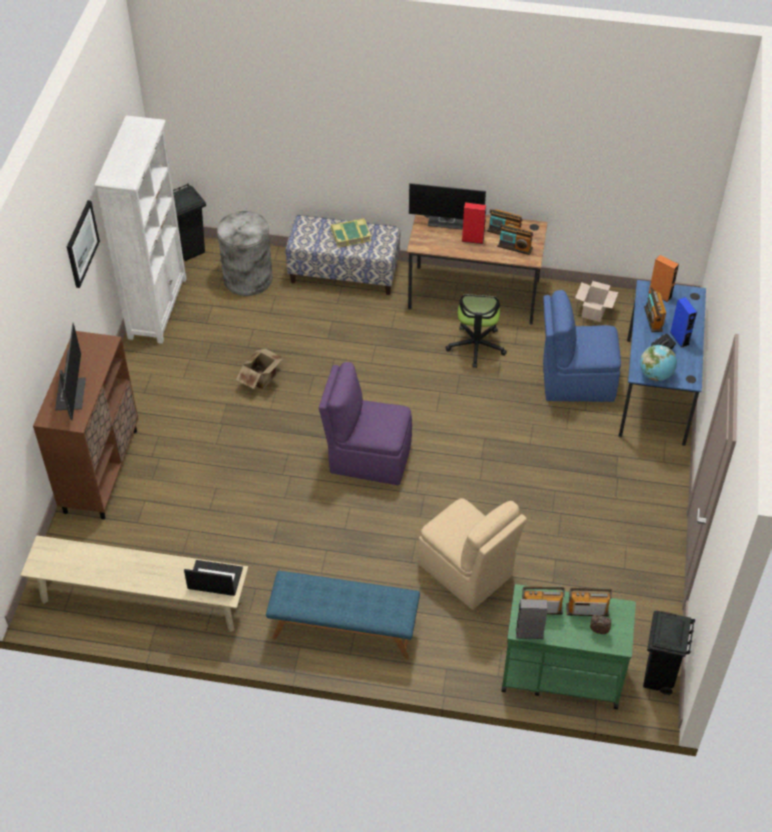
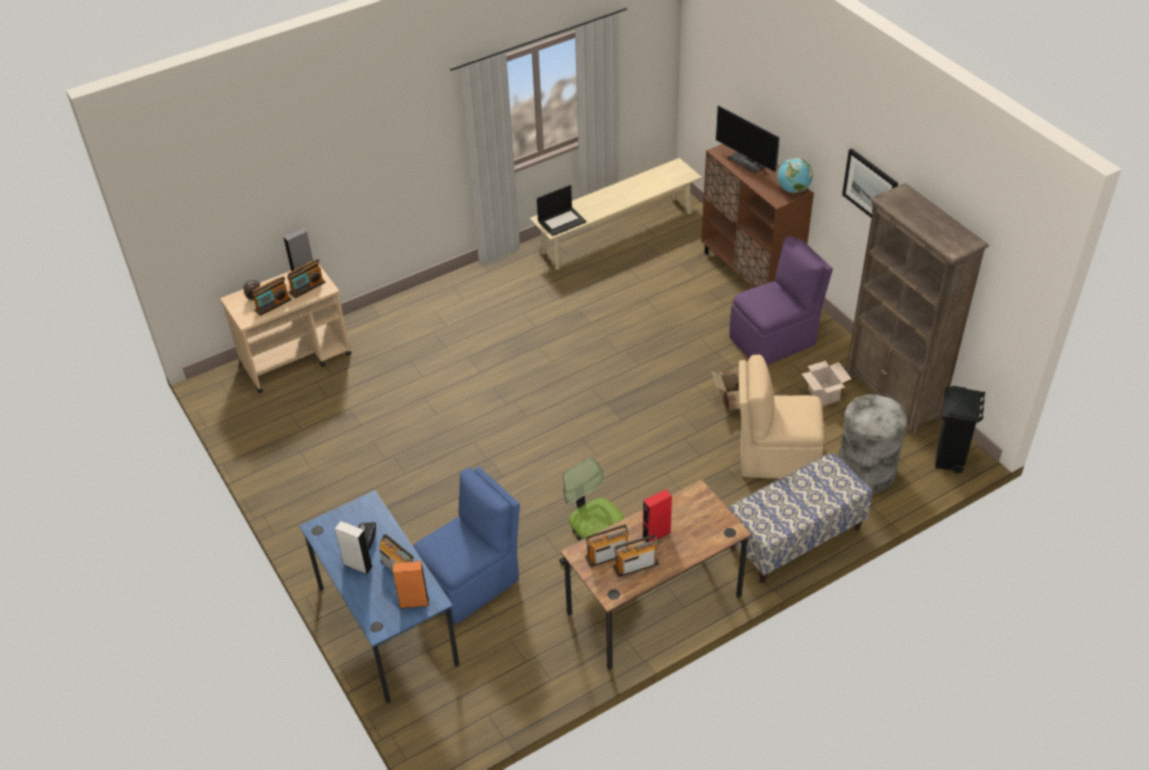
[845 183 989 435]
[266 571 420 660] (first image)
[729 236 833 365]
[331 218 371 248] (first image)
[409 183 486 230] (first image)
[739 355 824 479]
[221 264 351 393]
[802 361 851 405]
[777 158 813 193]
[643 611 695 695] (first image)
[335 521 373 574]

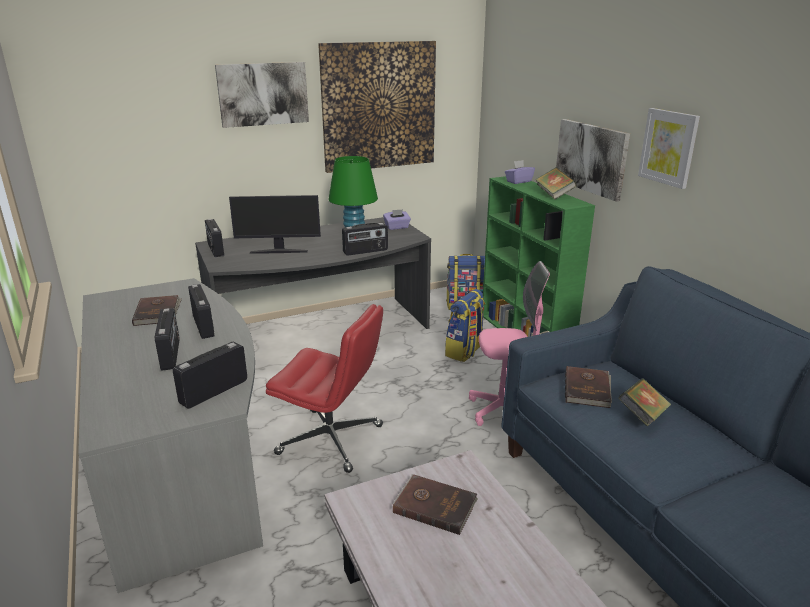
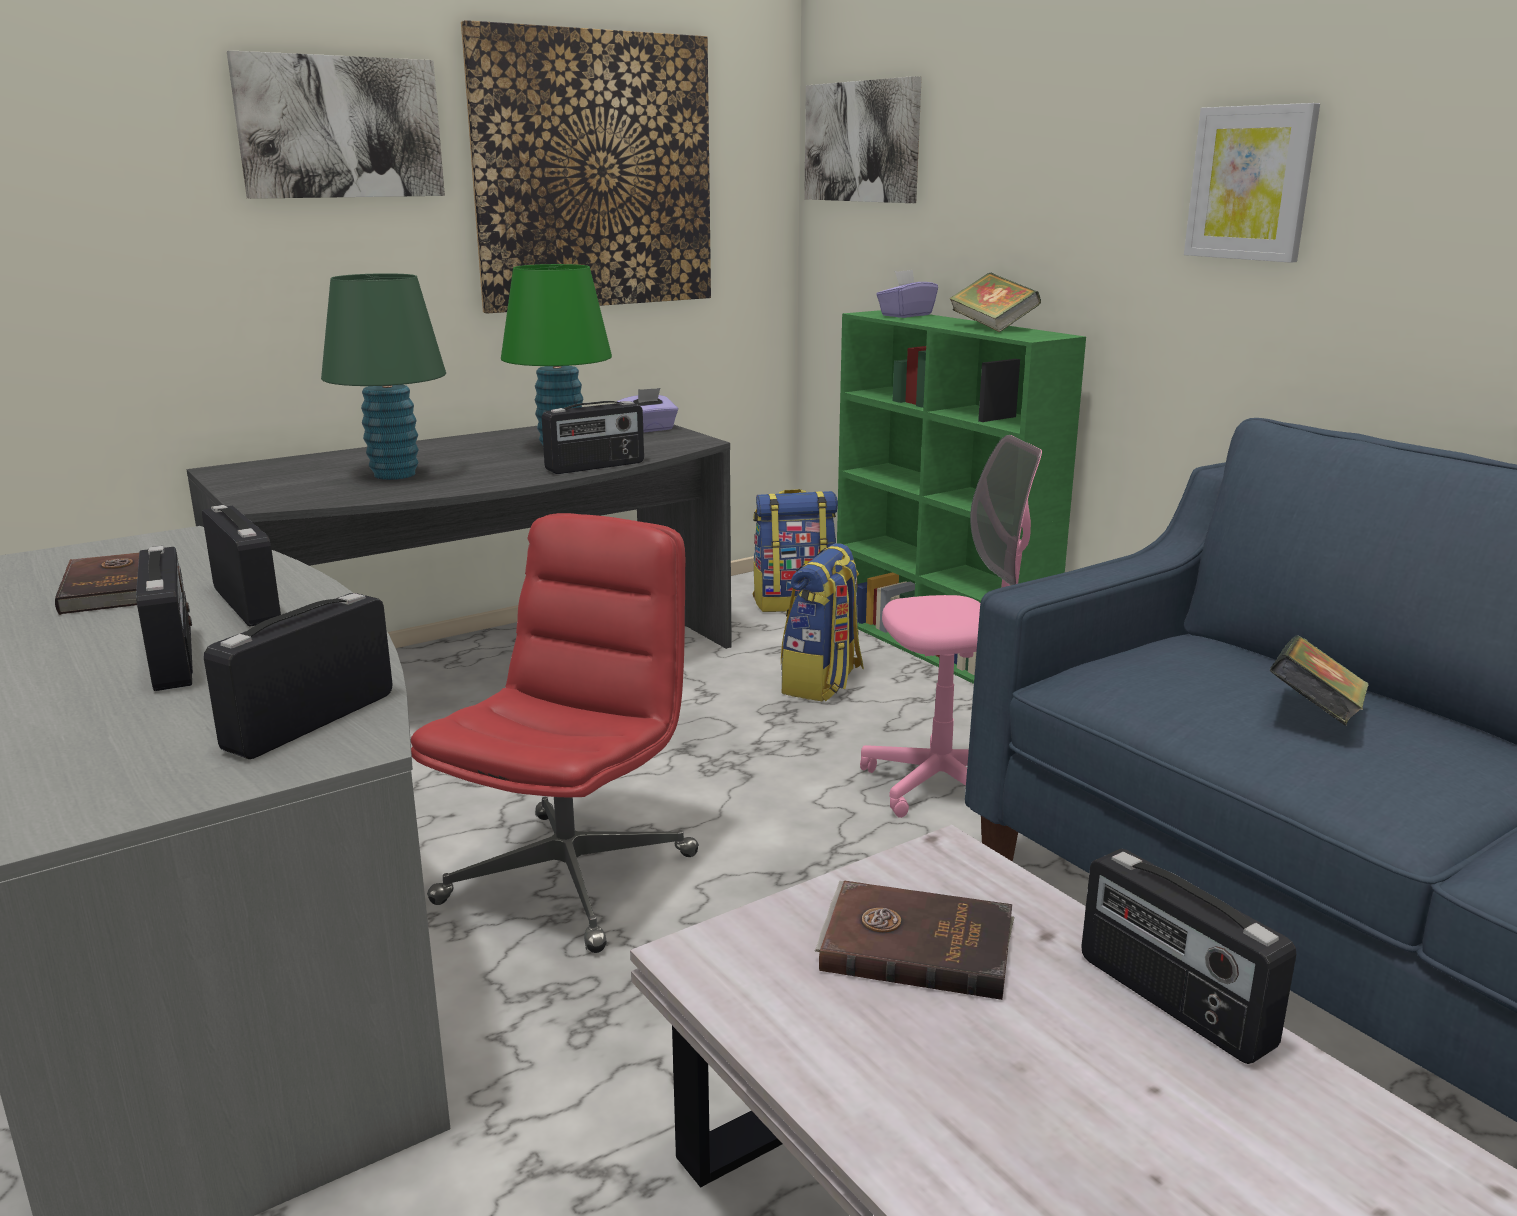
[1081 848 1296 1064]
[321 273 446 480]
[411 513 699 953]
[804 76 922 203]
[565 366 612 408] (first image)

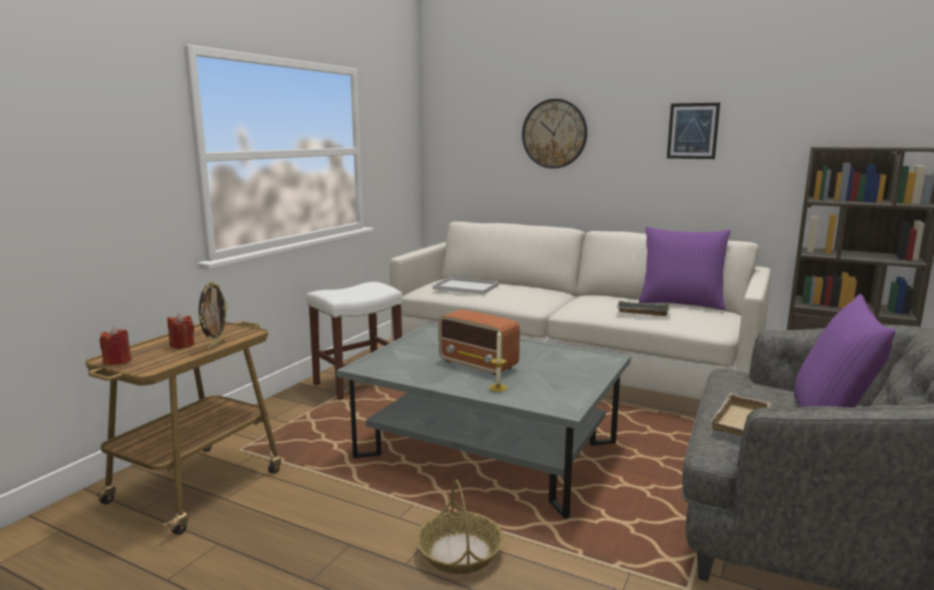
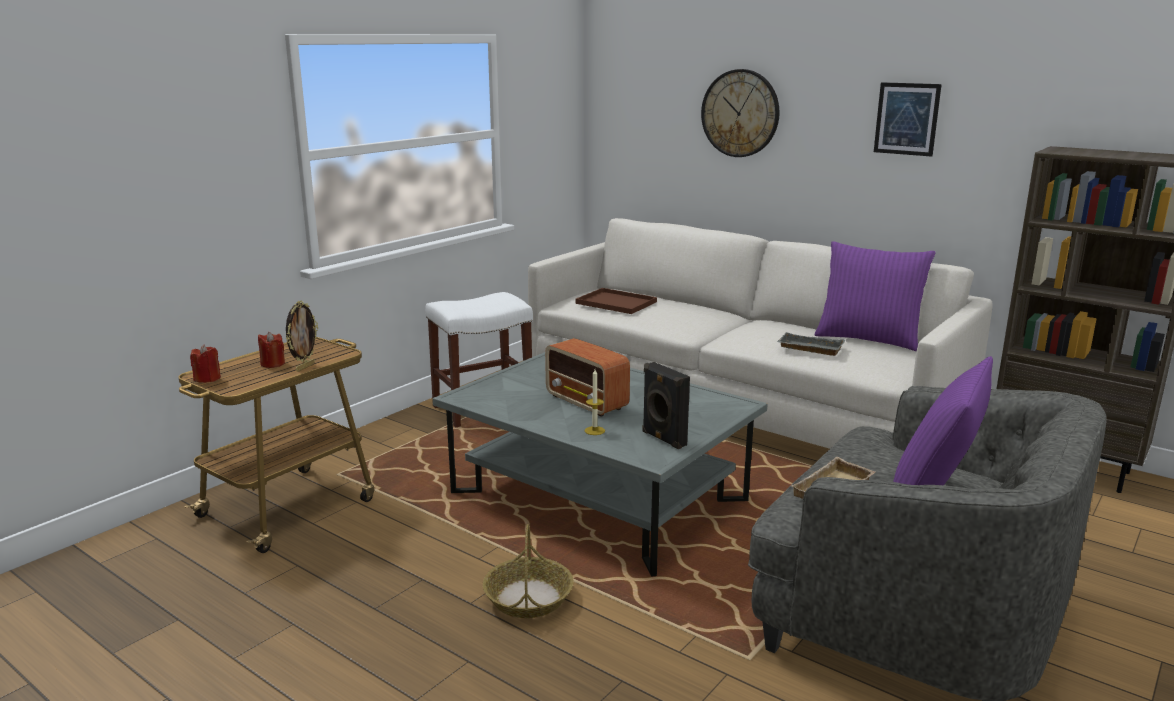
[575 288 657 314]
[642 362 690 449]

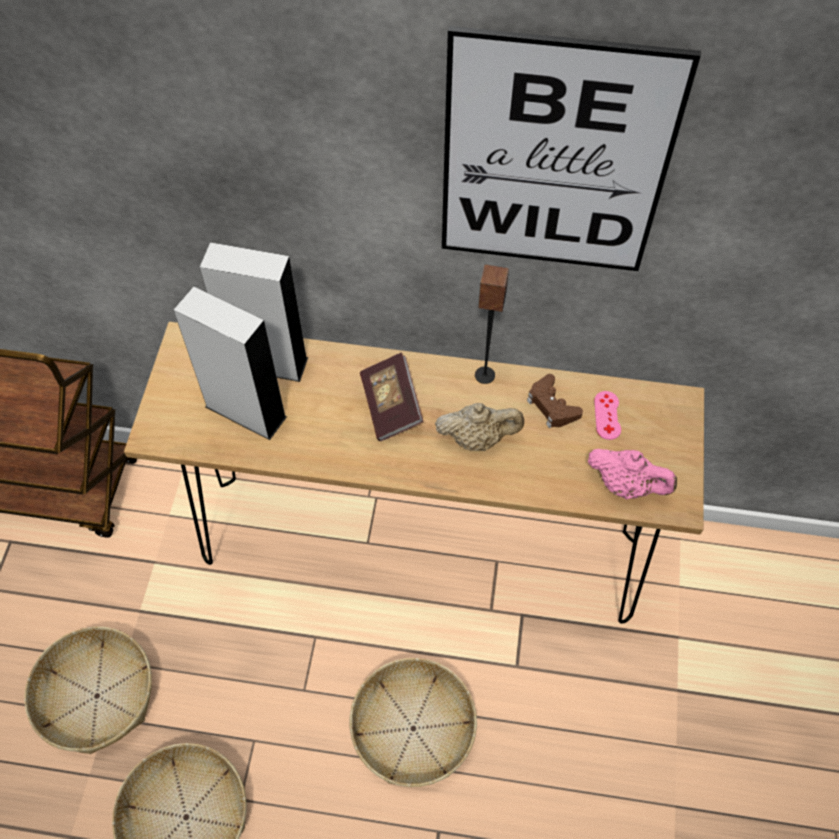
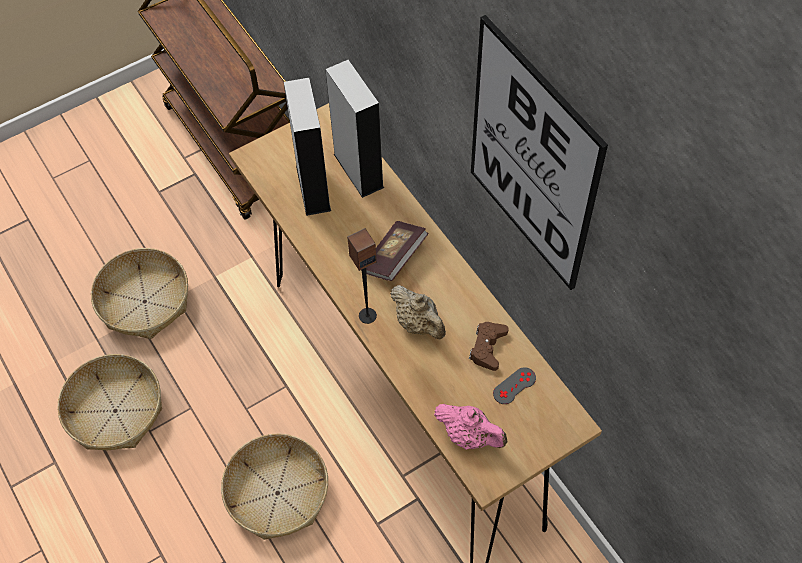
[347 228 377 324]
[434 404 507 450]
[493 367 536 404]

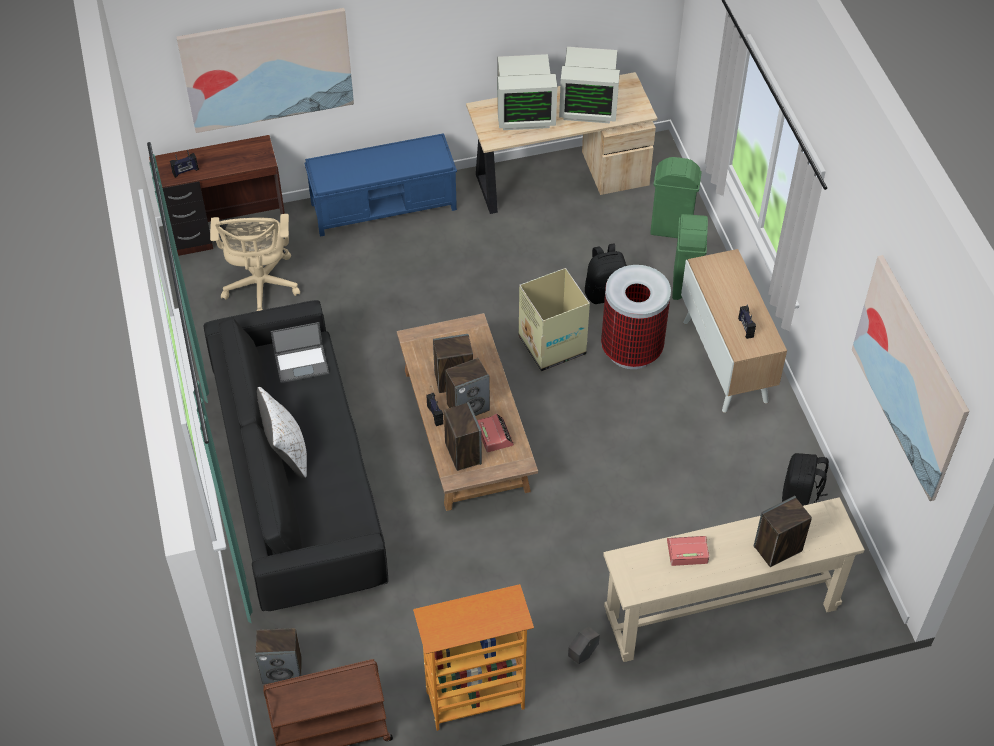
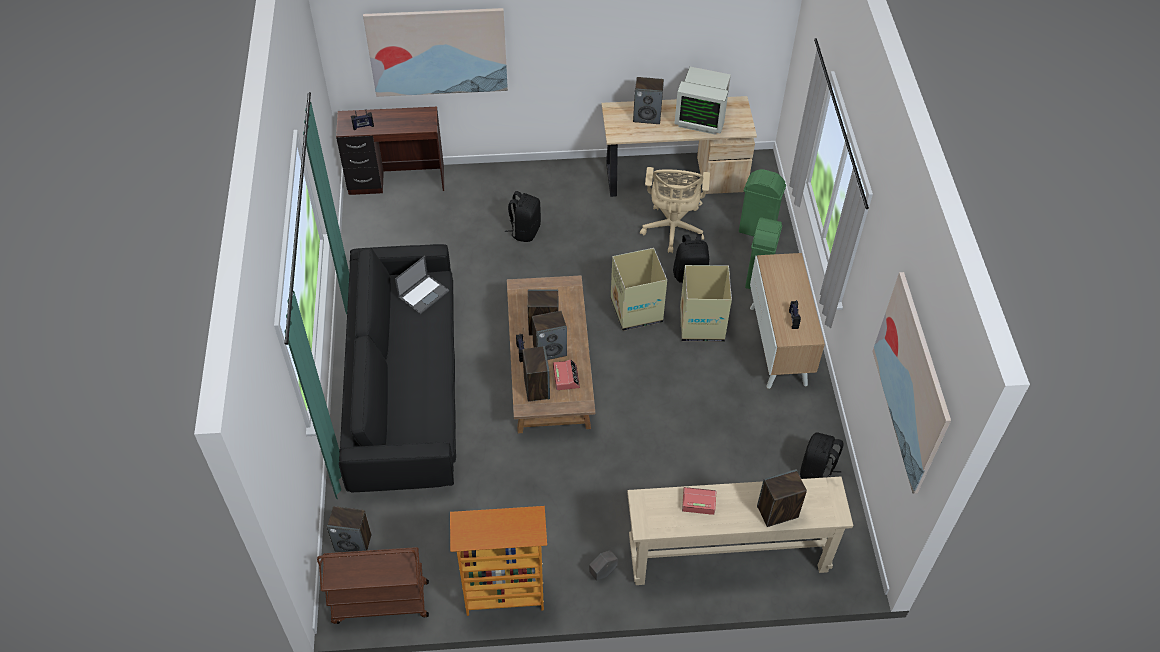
[640 167 710 253]
[257 387 307 479] (first image)
[395 256 449 314]
[304 133 457 237] (first image)
[633 77 664 124]
[680 265 732 342]
[505 191 541 242]

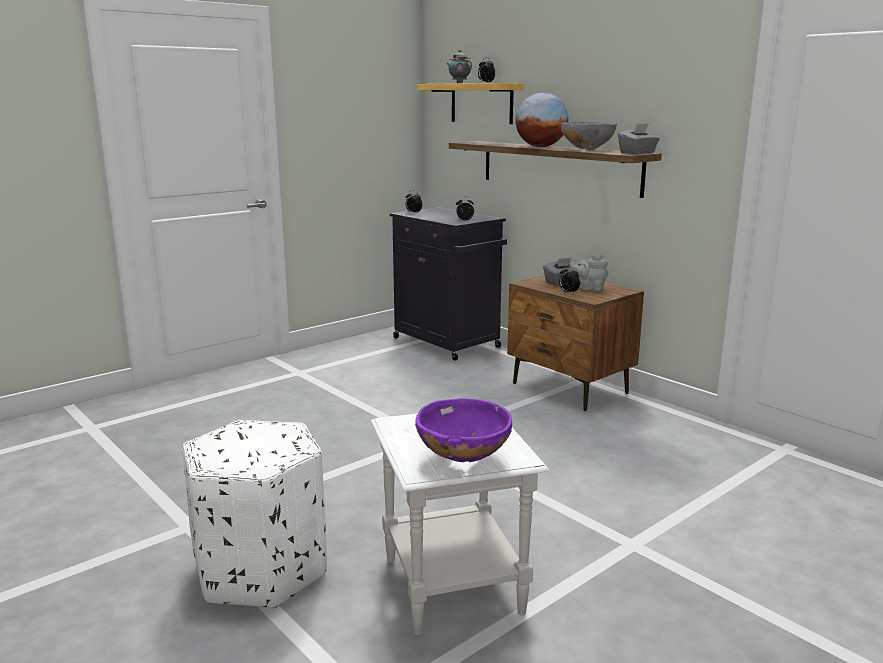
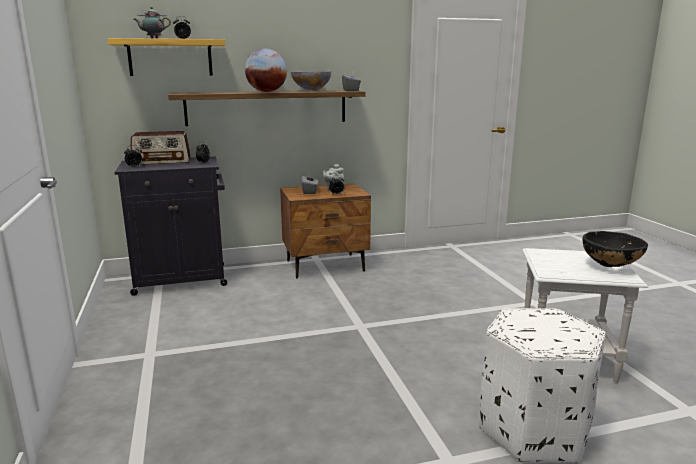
[583 231 648 267]
[131 131 191 165]

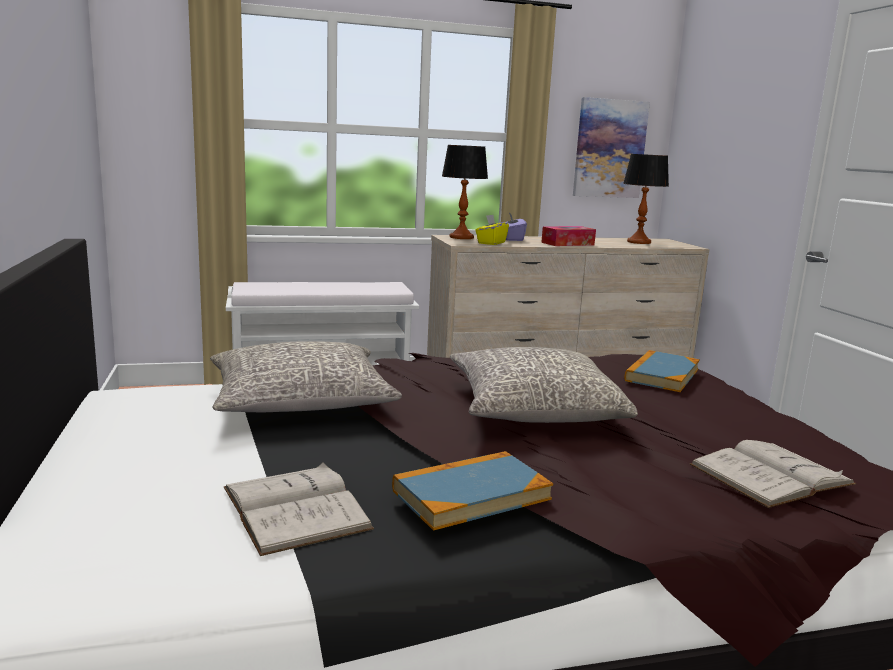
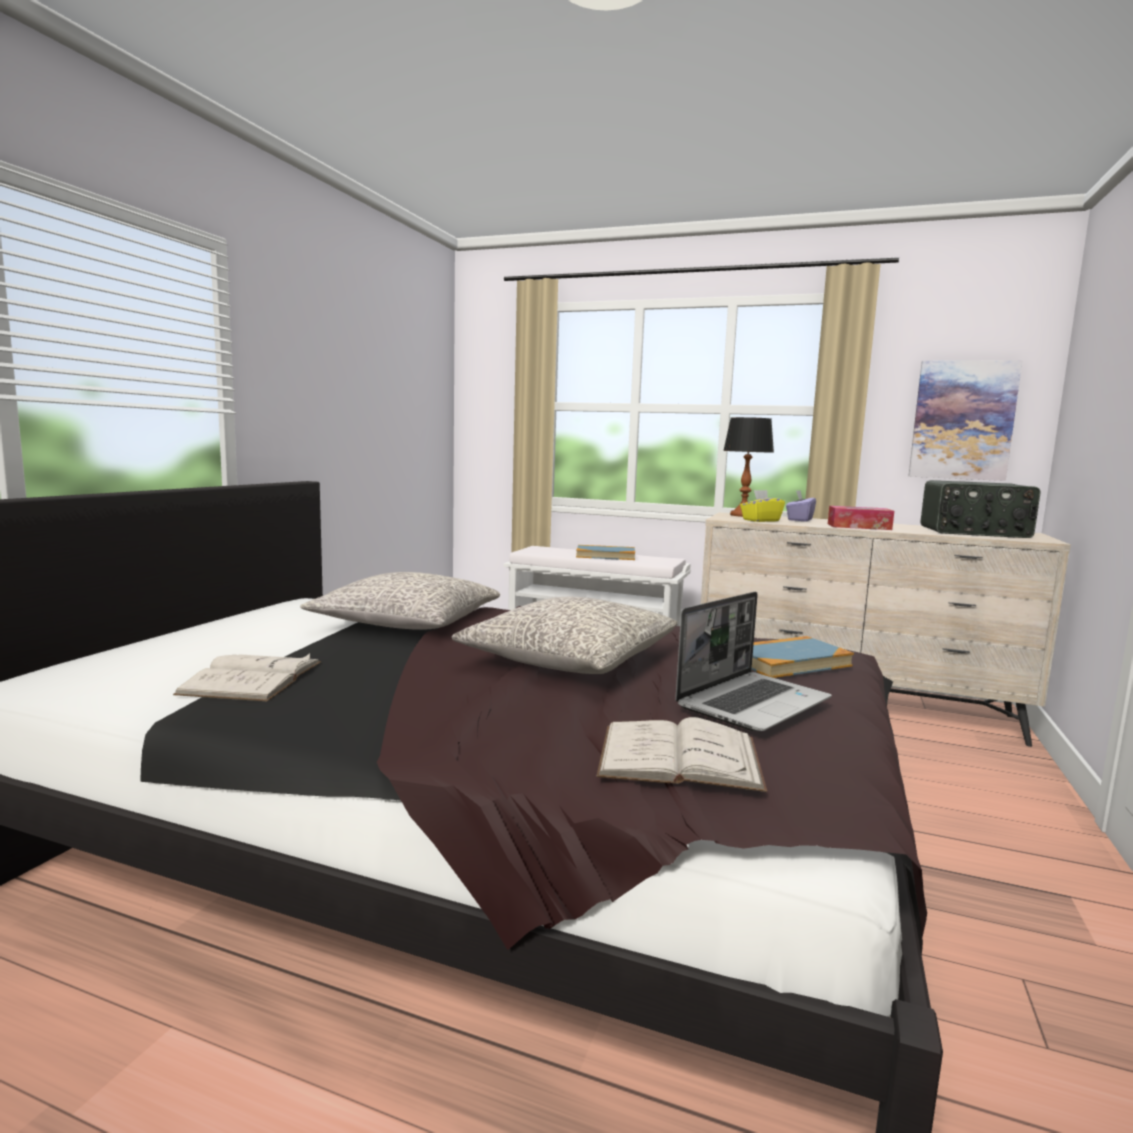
[576 545 635 560]
[921 480 1040 538]
[675 592 832 731]

